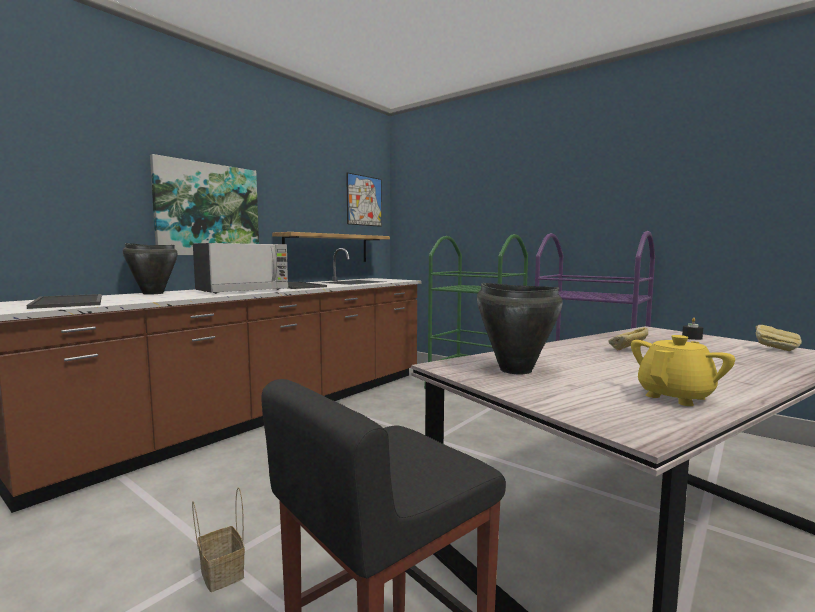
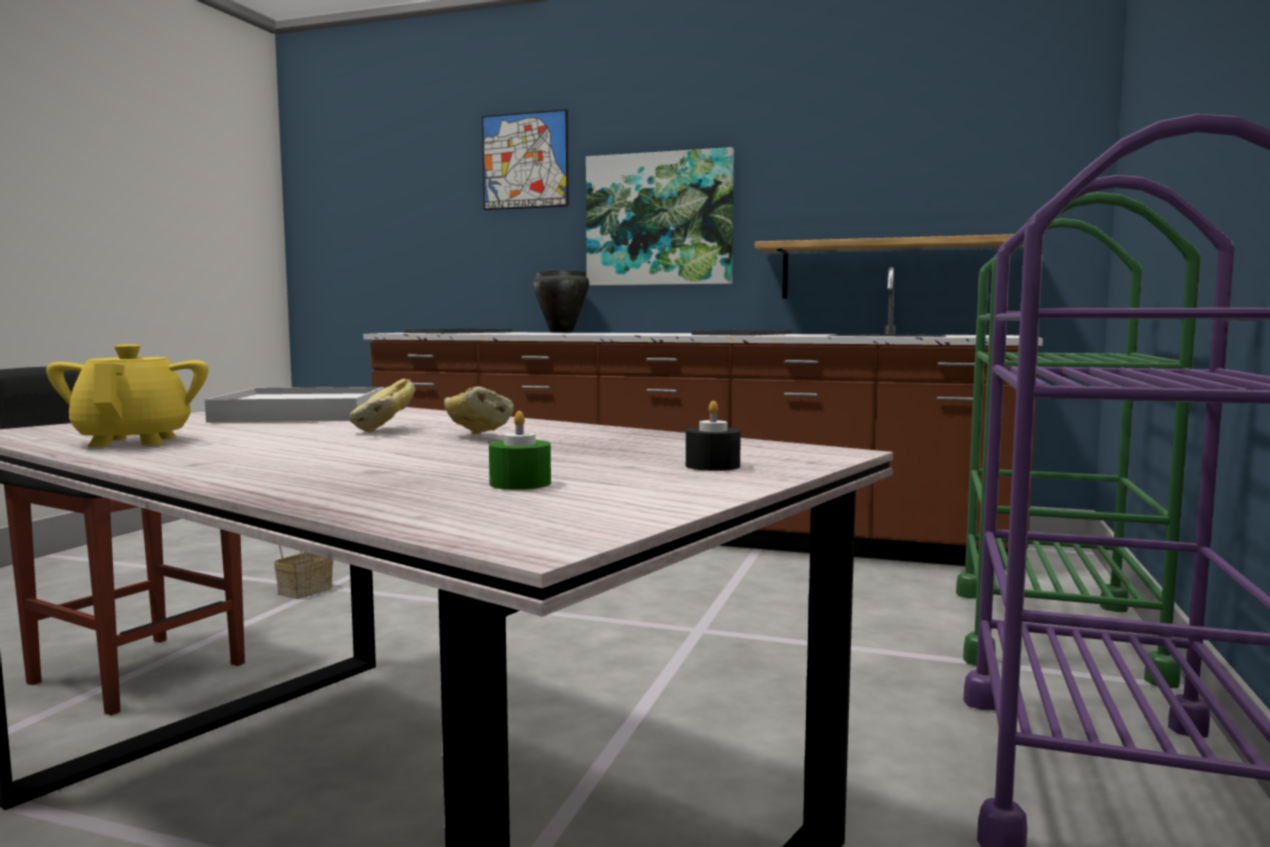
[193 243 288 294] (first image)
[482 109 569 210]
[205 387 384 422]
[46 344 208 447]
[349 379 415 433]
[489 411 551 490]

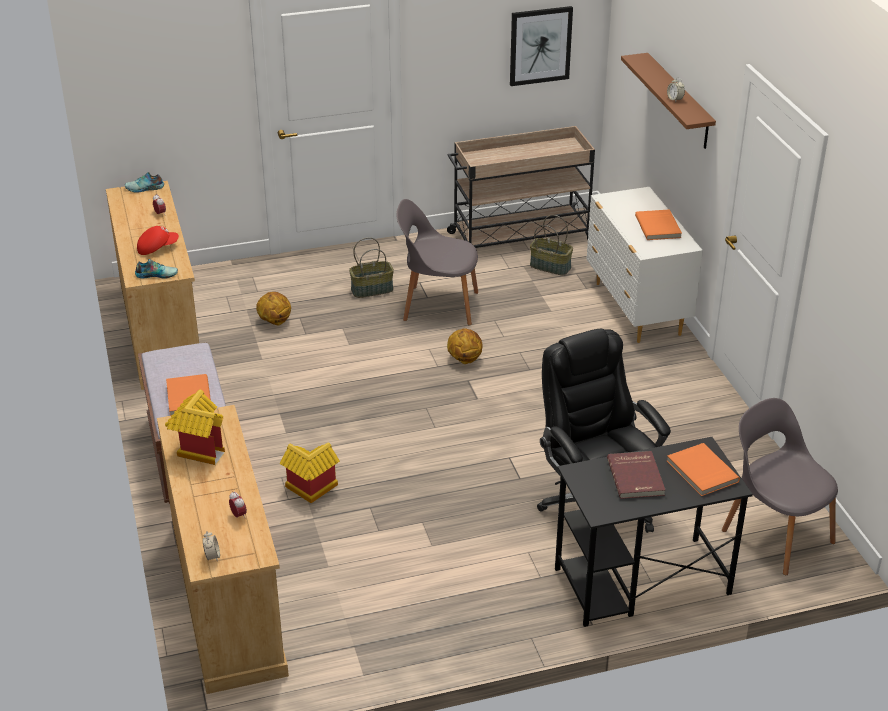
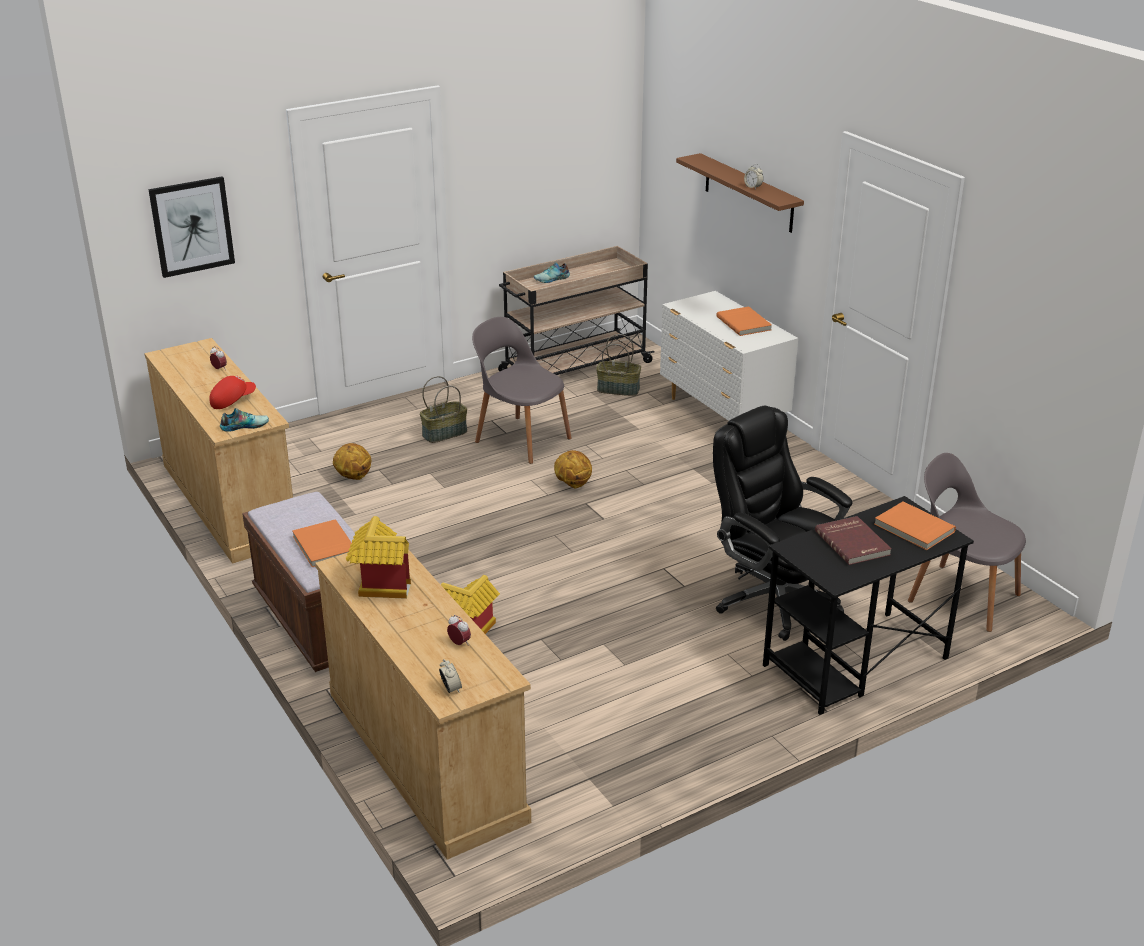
[534 262 570 283]
[472 317 572 464]
[148 177 235 278]

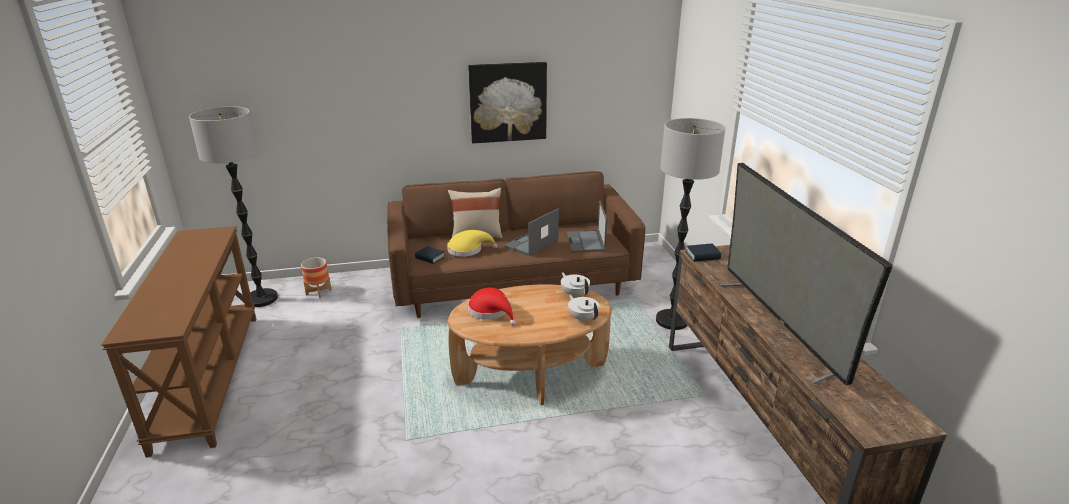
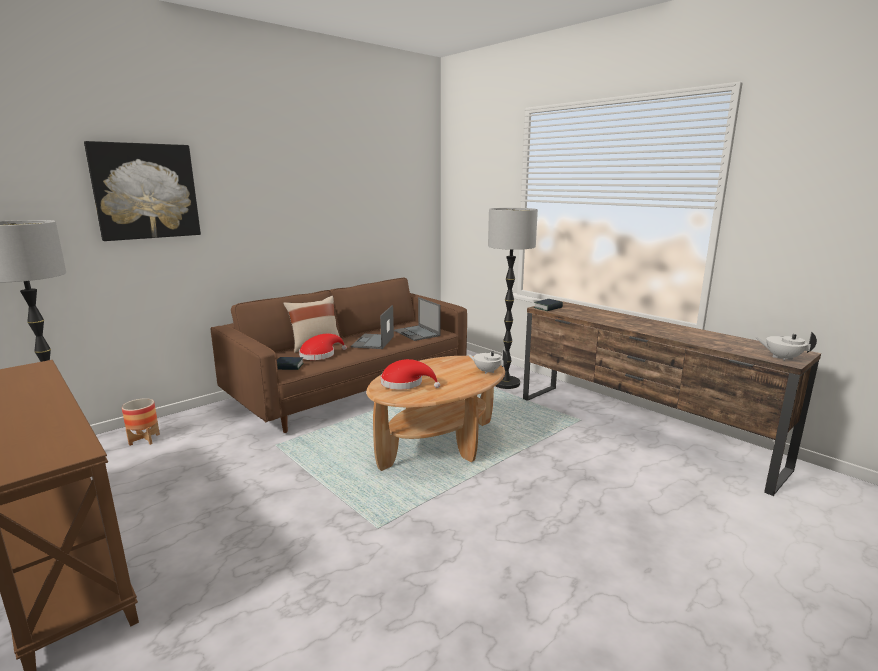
[299 334 347 360]
[84 141 201 241]
[756 332 817 361]
[720 163 893 385] (first image)

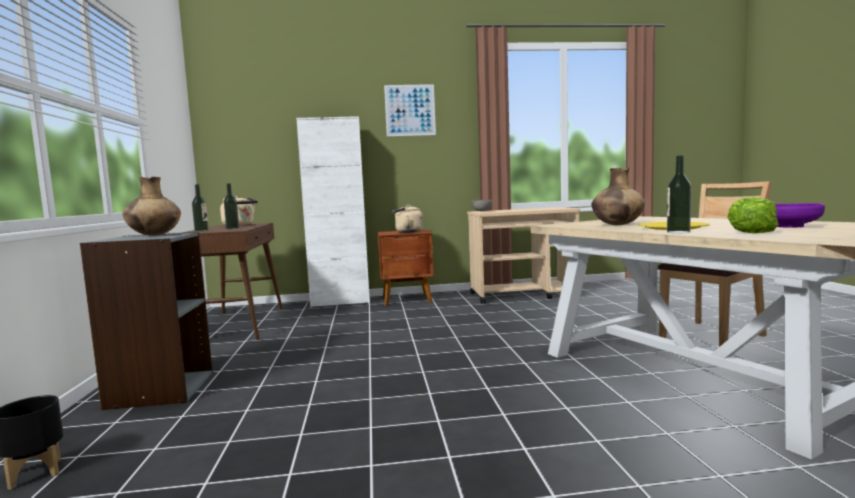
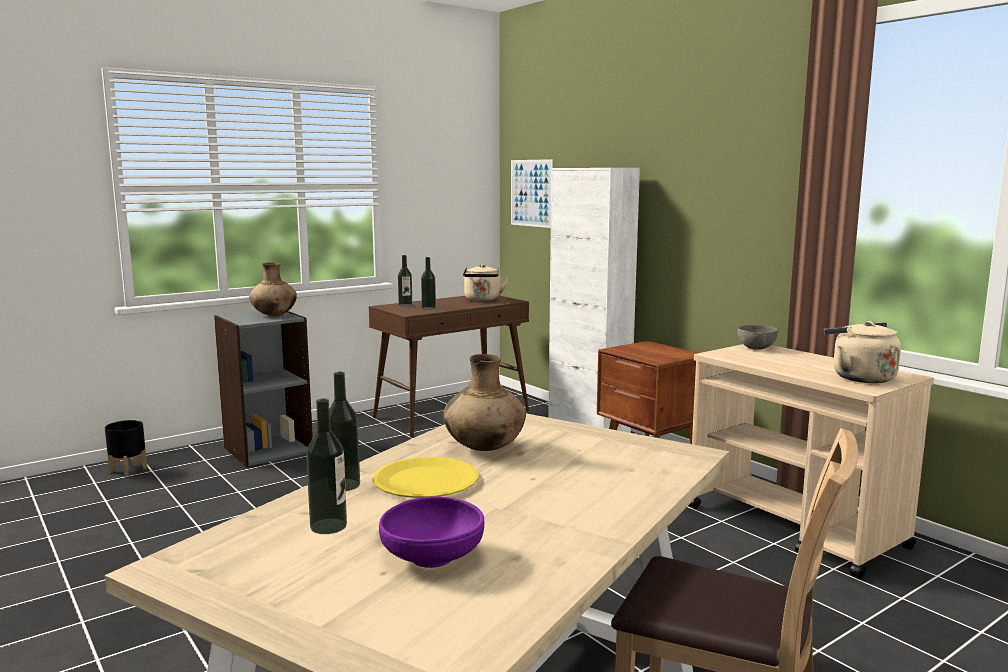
[511 159 553 228]
[824 321 901 383]
[306 398 347 534]

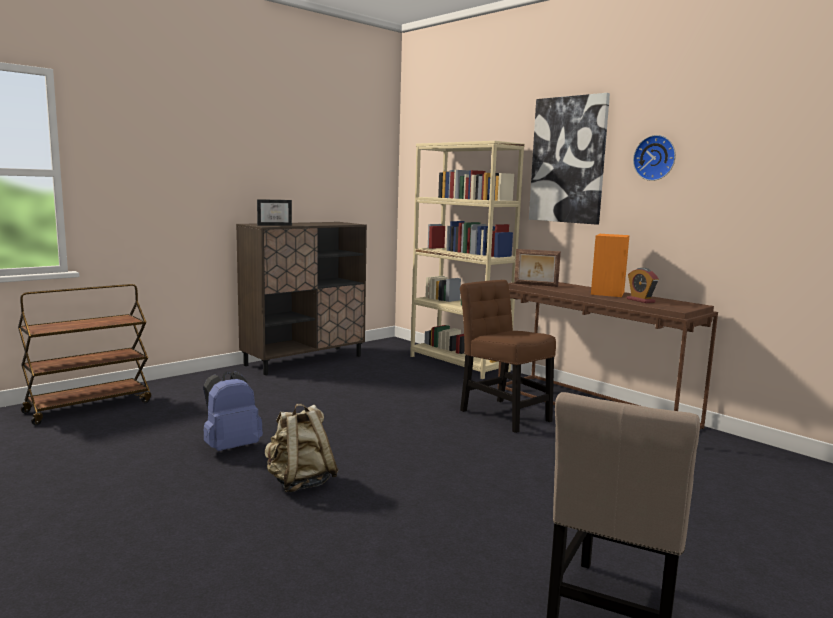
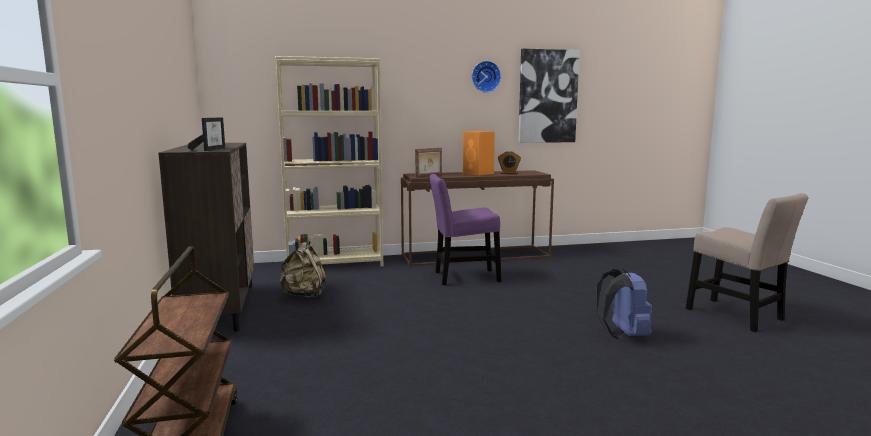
[596 268 652 339]
[279 241 326 298]
[429 174 501 285]
[518 49 580 143]

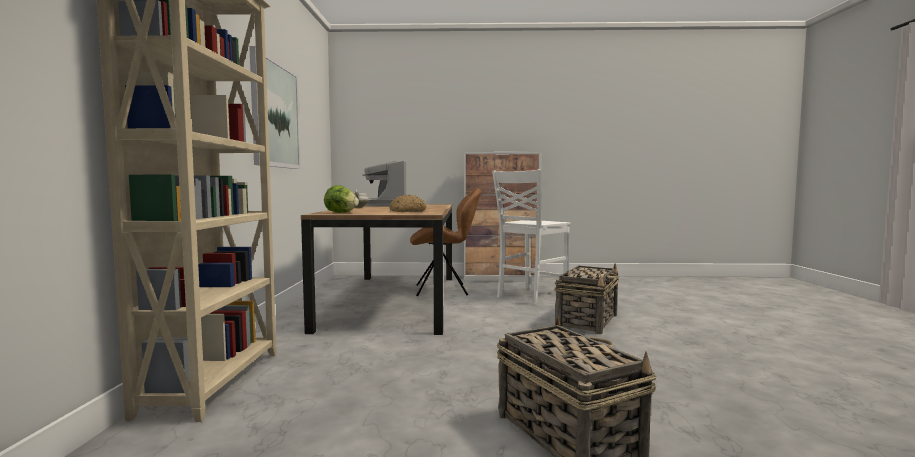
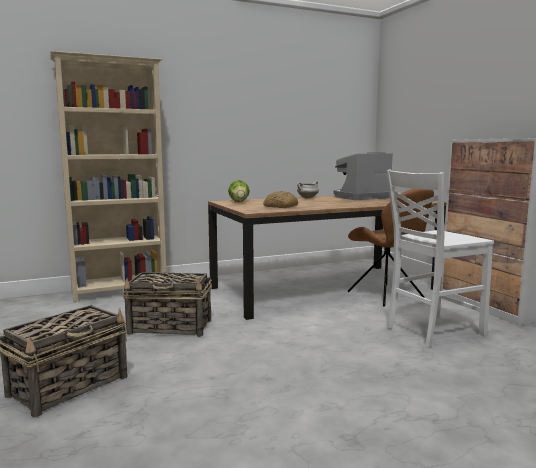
[249 46 301 169] (first image)
[386 170 494 348]
[122 272 212 337]

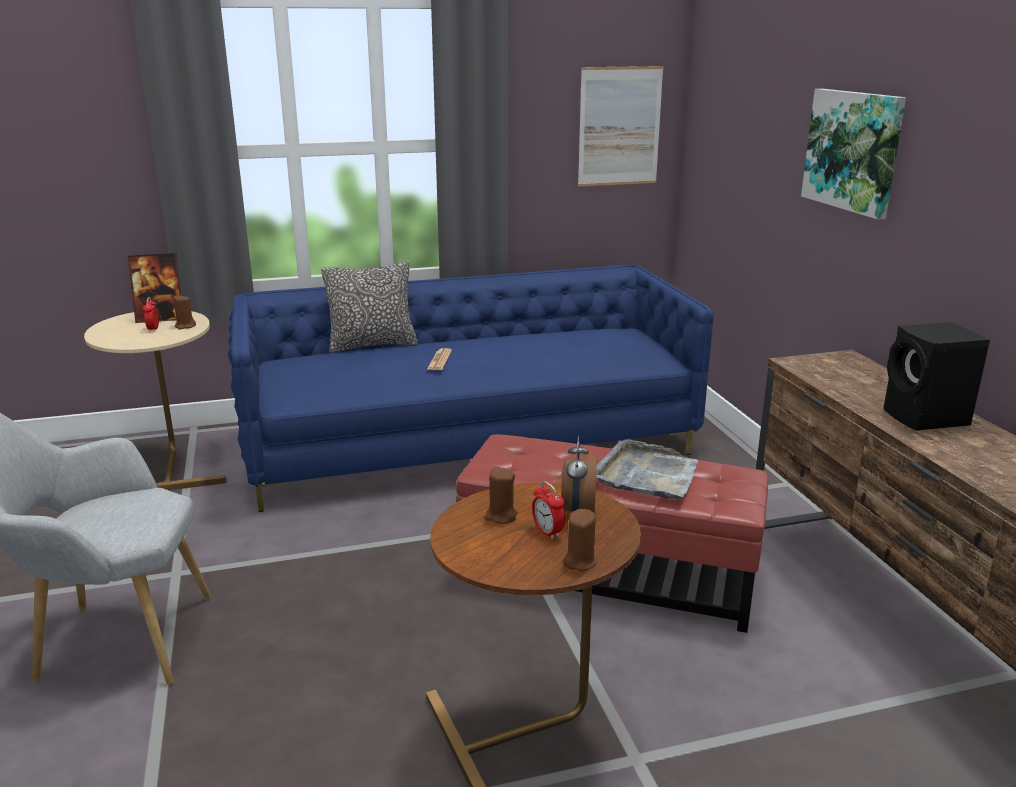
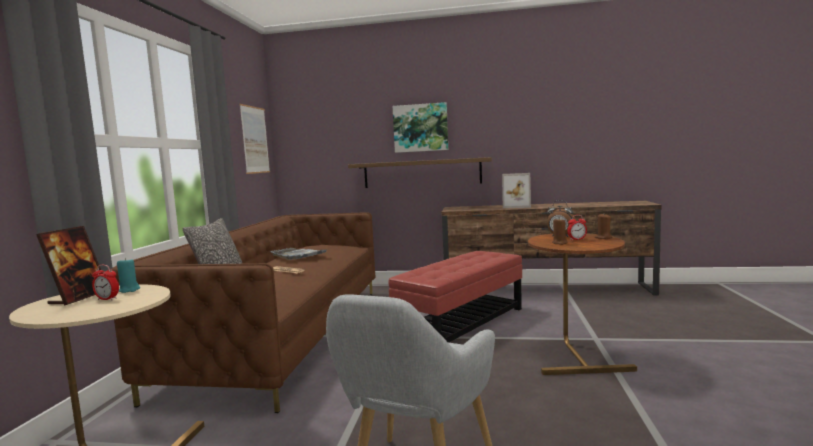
[117 258 140 293]
[110 212 375 413]
[271 248 329 260]
[502 173 531 208]
[348 157 492 188]

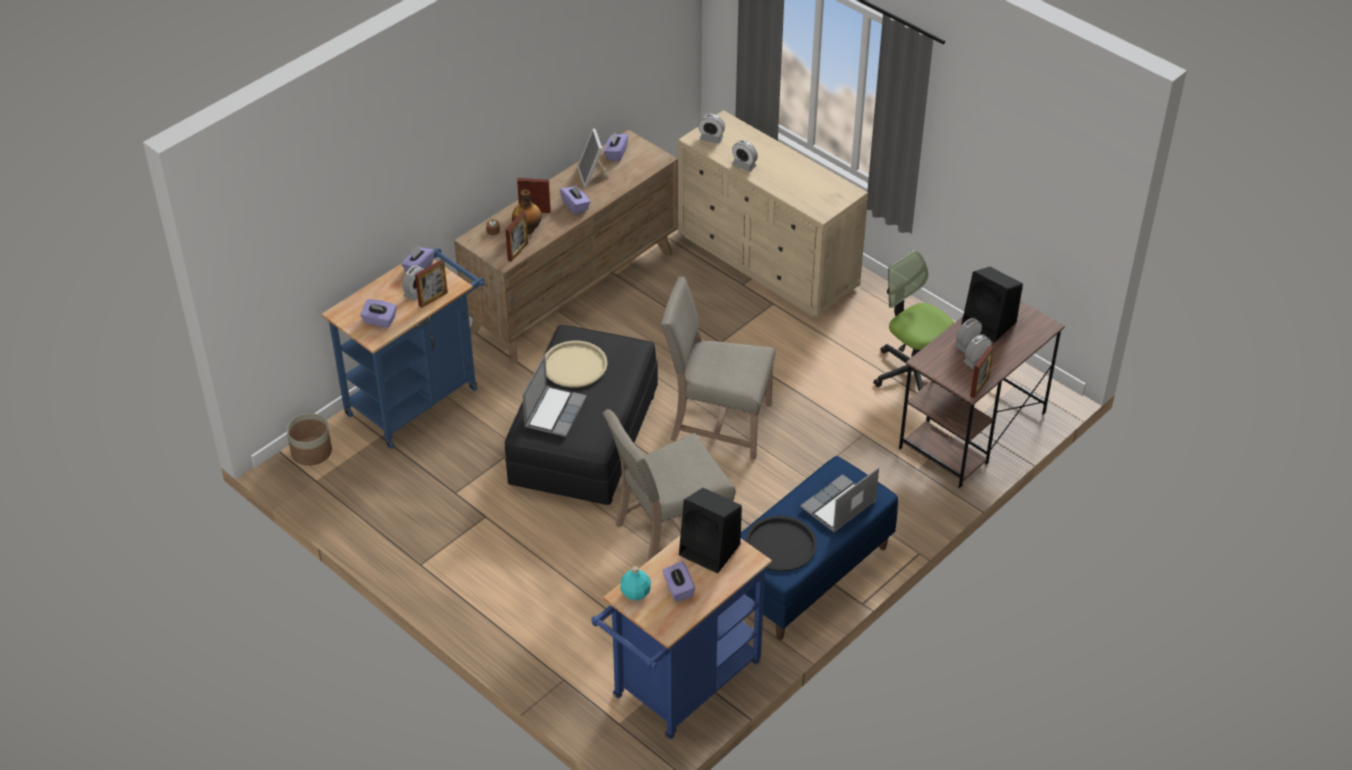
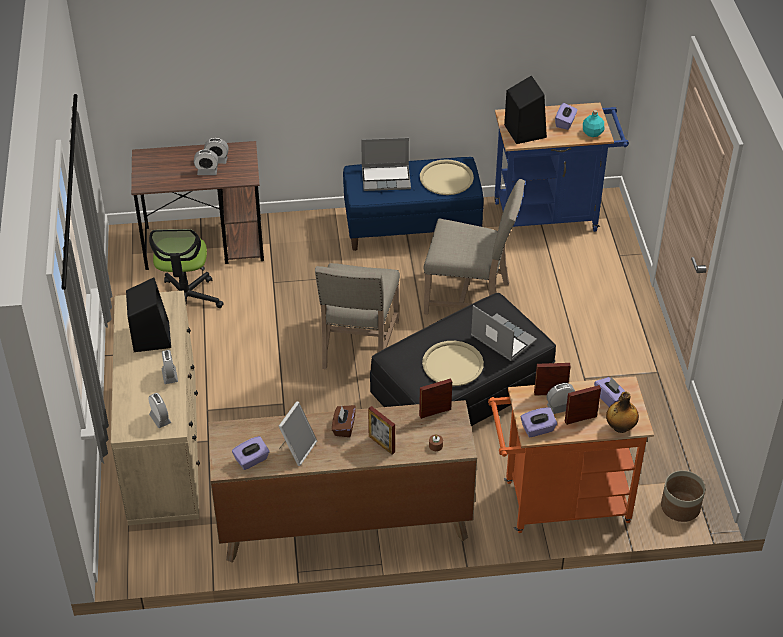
[488 376 654 533]
[606 391 639 433]
[471 305 537 361]
[332 405 356 437]
[315 263 400 369]
[420 159 474 195]
[126 278 171 352]
[565 385 601 425]

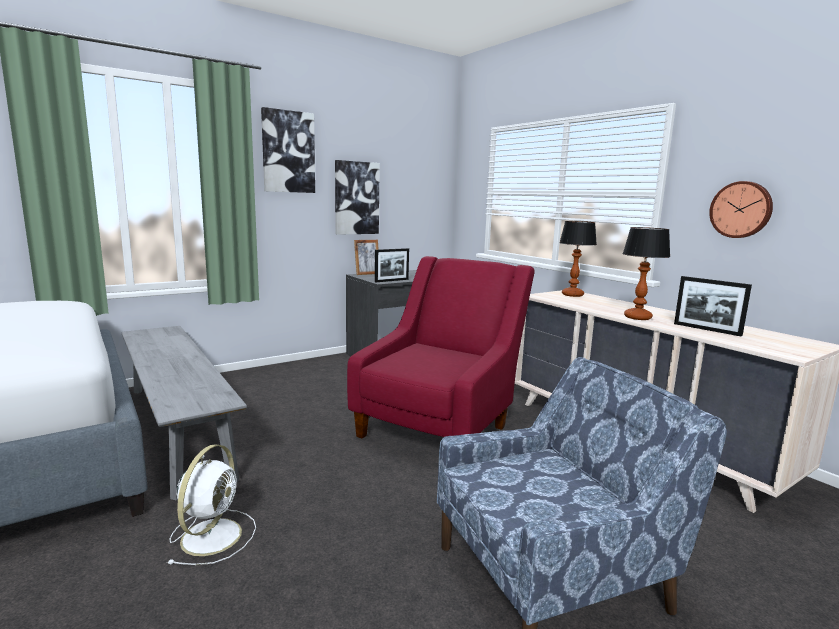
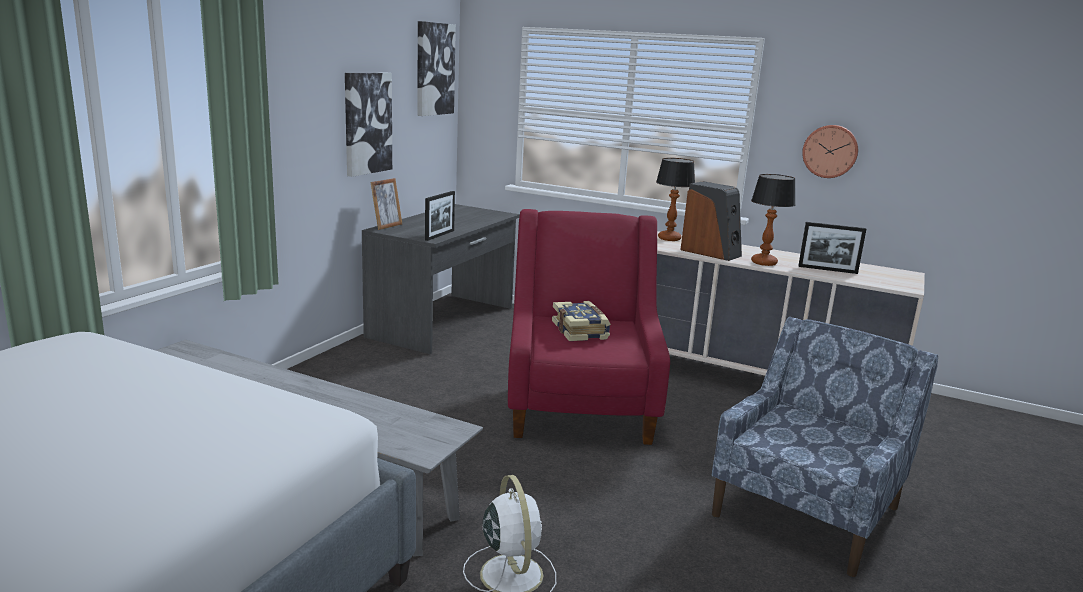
[417 21 456 116]
[552 301 611 341]
[680 181 742 261]

